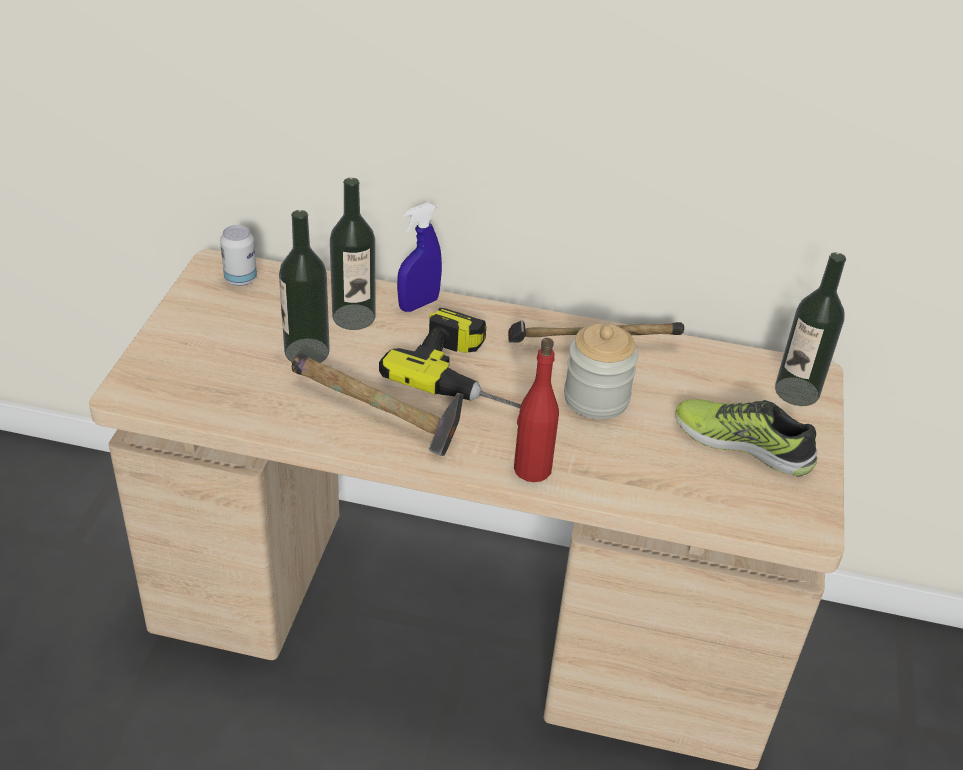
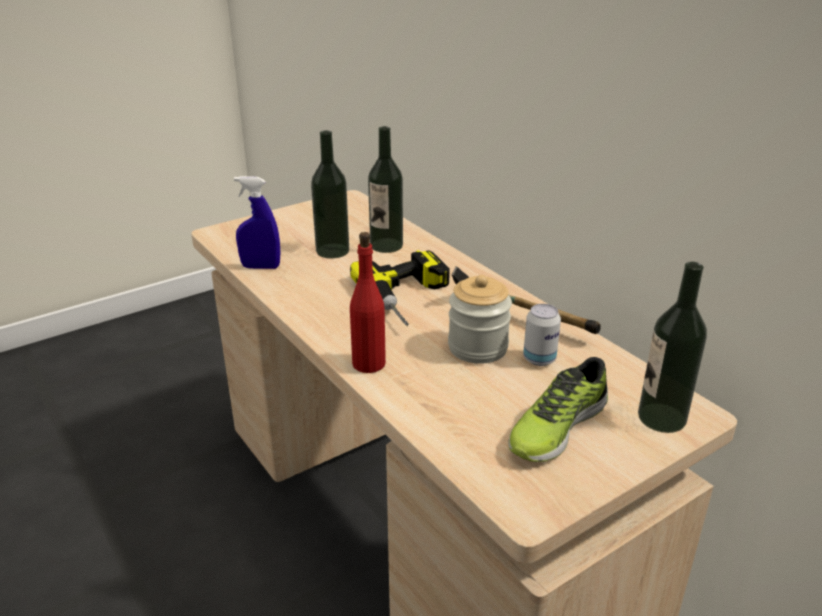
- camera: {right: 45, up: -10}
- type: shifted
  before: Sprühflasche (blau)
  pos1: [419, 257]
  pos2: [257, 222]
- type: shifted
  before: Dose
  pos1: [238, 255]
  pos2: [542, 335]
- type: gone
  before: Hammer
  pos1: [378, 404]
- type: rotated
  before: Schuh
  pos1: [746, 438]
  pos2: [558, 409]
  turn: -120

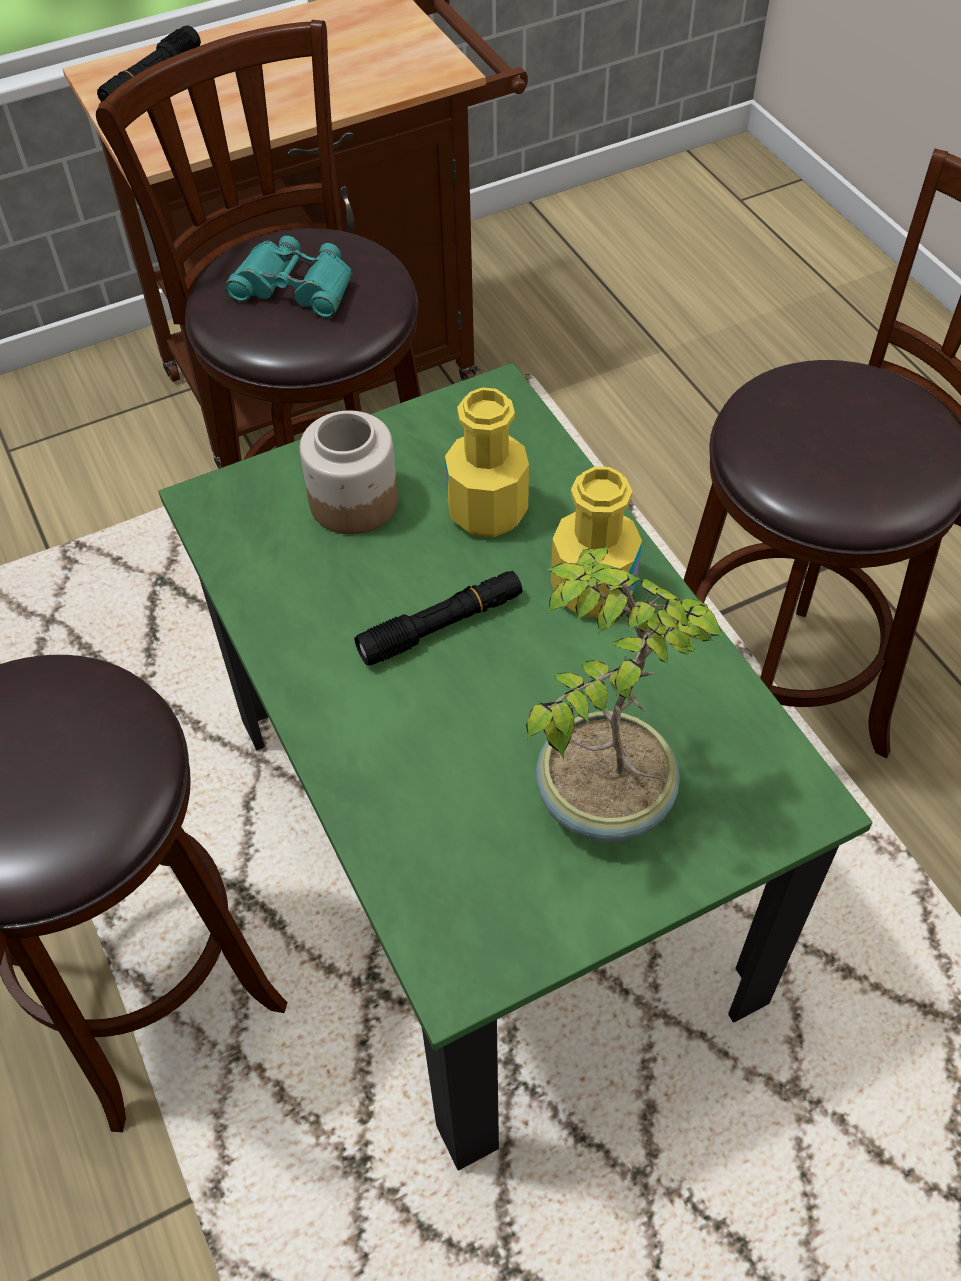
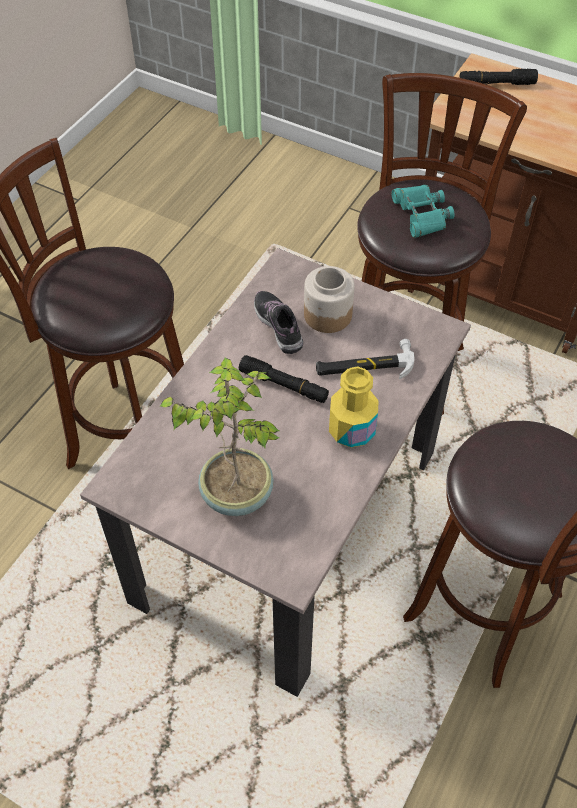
- camera: {right: 55, up: 0}
- type: repainted
  before: Esstisch (grün)
  after: Esstisch (beige)
  pos1: [516, 766]
  pos2: [275, 472]
- type: swapped
  before: Flasche (gelb)
  after: Hammer
  pos1: [487, 462]
  pos2: [365, 359]
- type: new
  after: Schuh
  pos2: [278, 322]

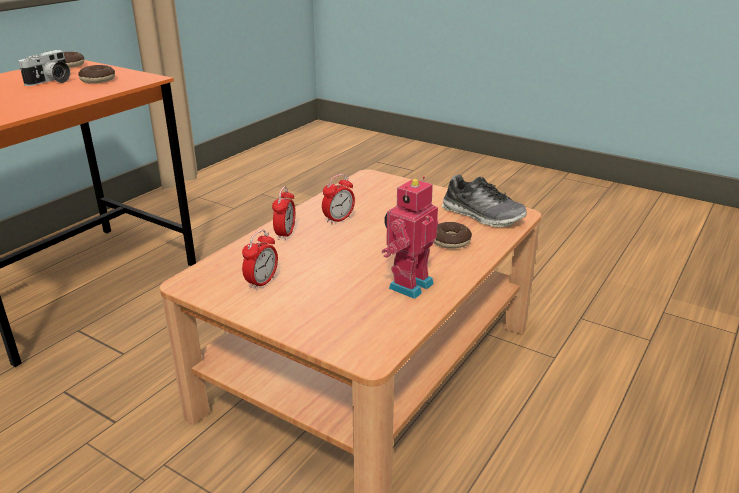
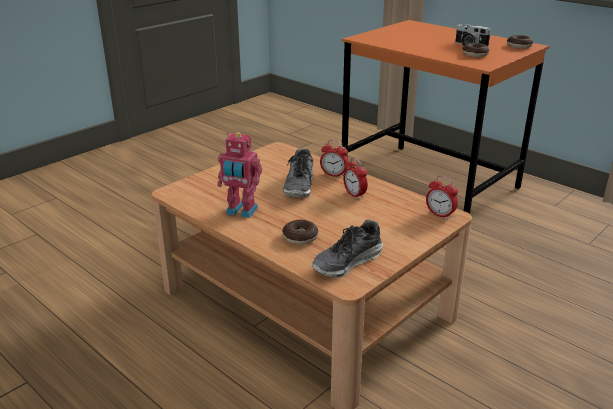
- camera: {right: 100, up: 0}
- type: rotated
  before: Spielzeugroboter
  pos1: [410, 237]
  pos2: [239, 175]
  turn: 150
- type: shifted
  before: Wecker
  pos1: [260, 260]
  pos2: [442, 197]
- type: new
  after: Schuh
  pos2: [298, 173]

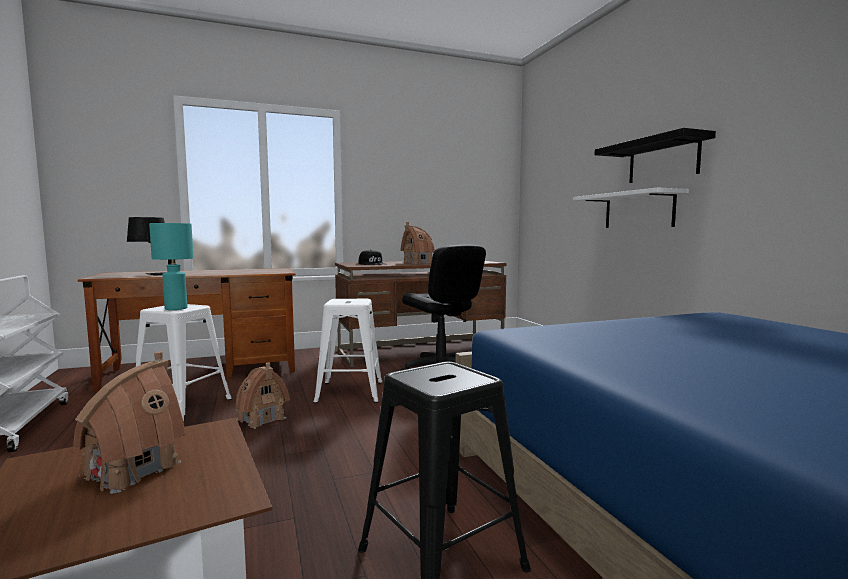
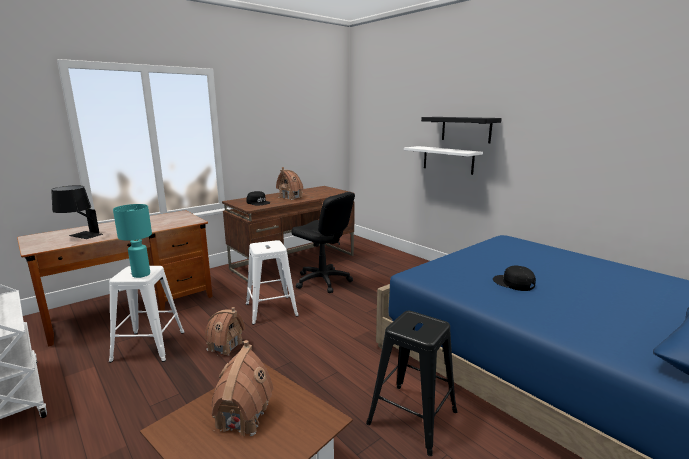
- camera: {right: -20, up: 10}
- type: new
  after: Kappe (schwarz)
  pos2: [514, 278]

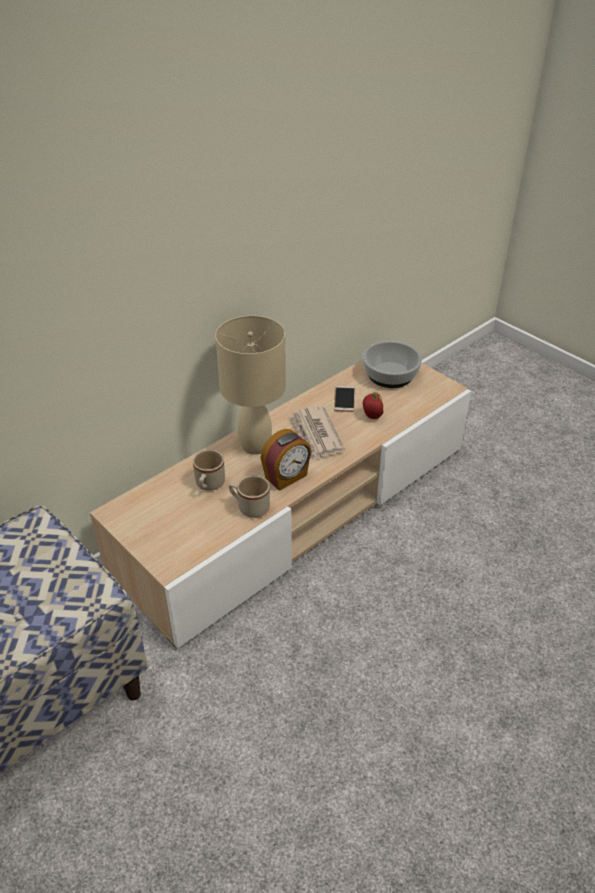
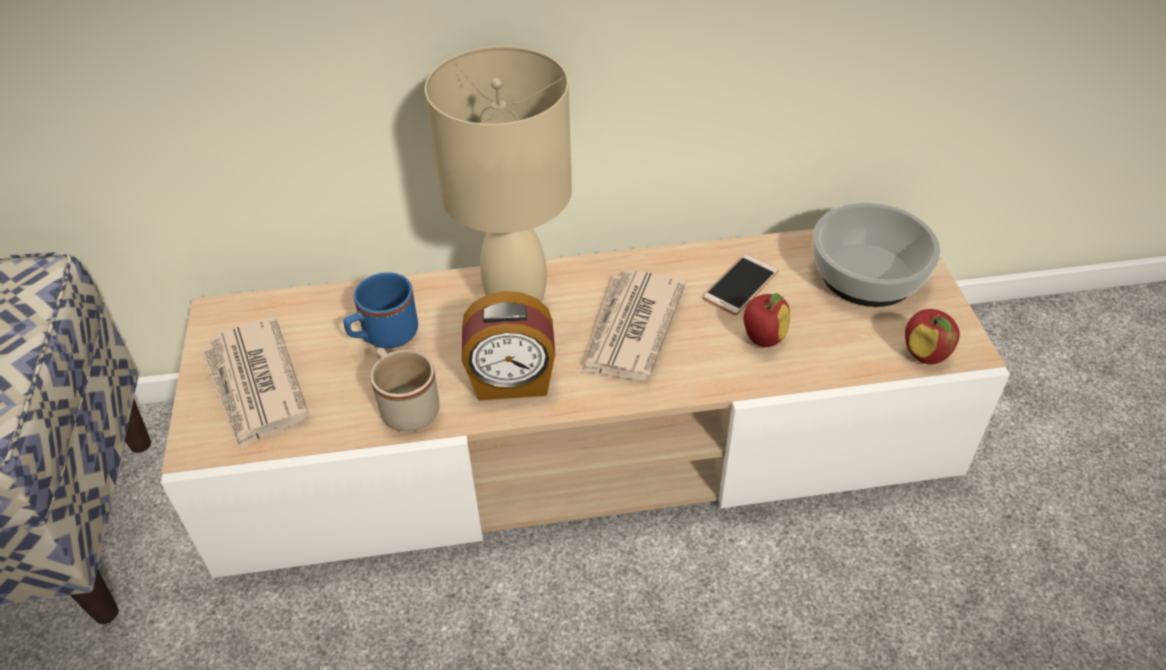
- camera: {right: 35, up: 5}
- type: repainted
  before: Henkelbecher (beige)
  after: Henkelbecher (blau)
  pos1: [209, 470]
  pos2: [380, 310]
- type: new
  after: Apfel
  pos2: [932, 336]
- type: new
  after: Zeitung
  pos2: [255, 383]

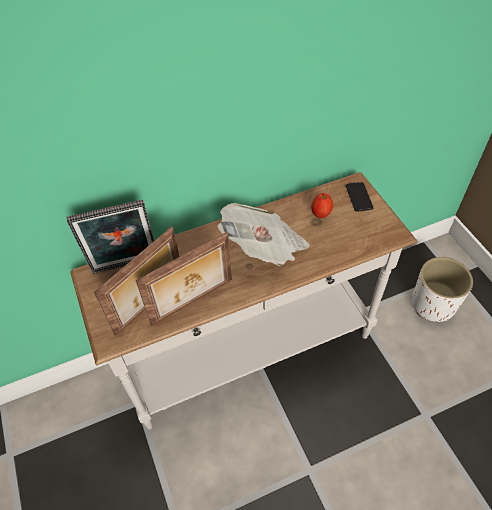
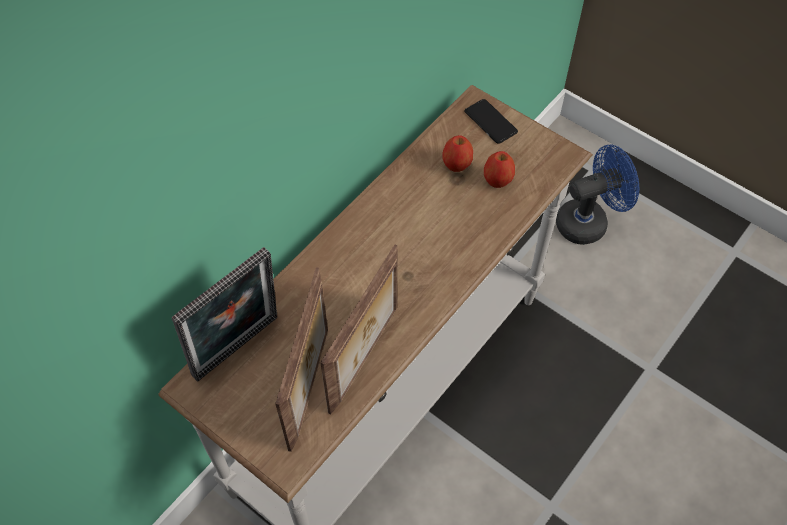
- camera: {right: -30, up: 5}
- type: gone
  before: Zeitung
  pos1: [263, 234]
- type: swapped
  before: Pflanzkübel (weiß)
  after: Ventilator (blau)
  pos1: [442, 289]
  pos2: [597, 194]
- type: new
  after: Apfel
  pos2: [499, 169]

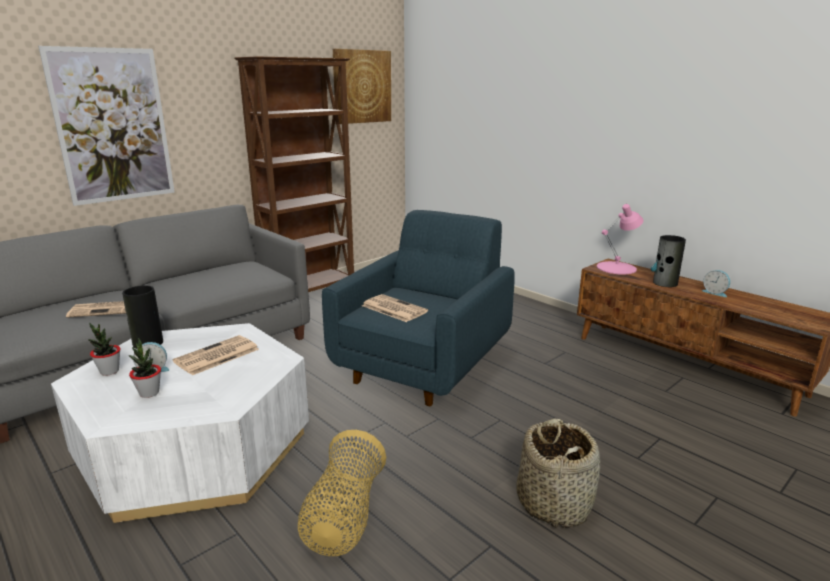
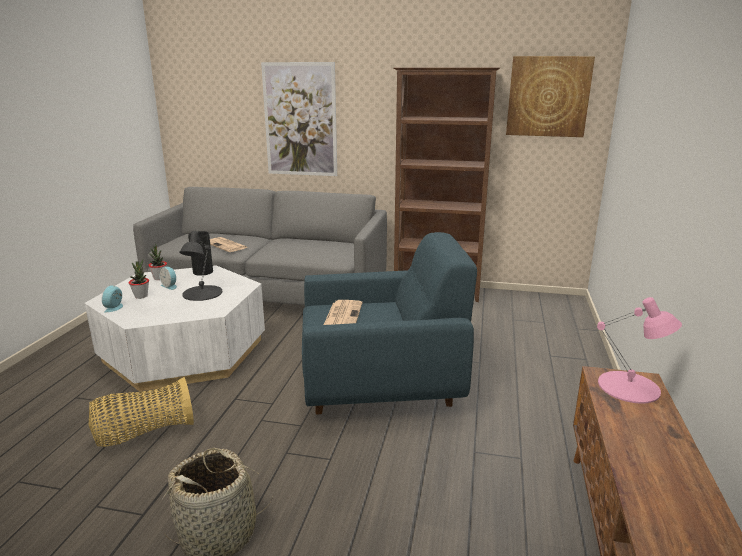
- camera: {right: 55, up: 0}
- type: gone
  before: Vase
  pos1: [668, 261]
- type: shifted
  before: Wecker
  pos1: [716, 283]
  pos2: [112, 298]
- type: swapped
  before: Zeitung
  after: Tischlampe (schwarz)
  pos1: [216, 355]
  pos2: [200, 266]

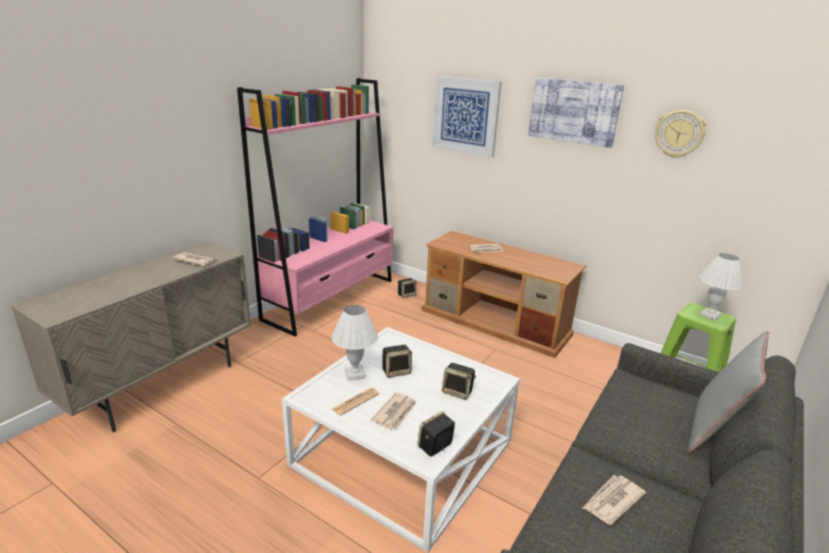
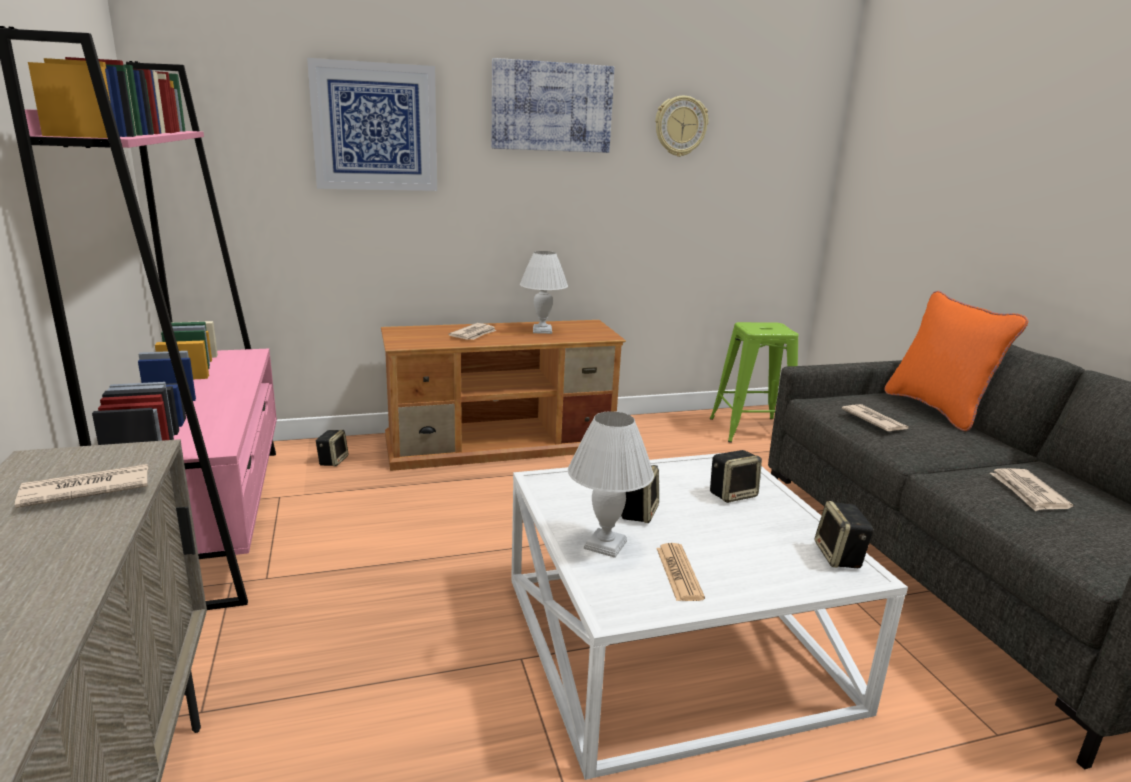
- camera: {right: -50, up: -5}
- type: shifted
  before: Tischlampe (weiß)
  pos1: [721, 287]
  pos2: [544, 292]
- type: repainted
  before: Kissen (grau)
  after: Kissen (orange)
  pos1: [728, 392]
  pos2: [956, 361]
- type: shifted
  before: Zeitung
  pos1: [394, 410]
  pos2: [875, 417]

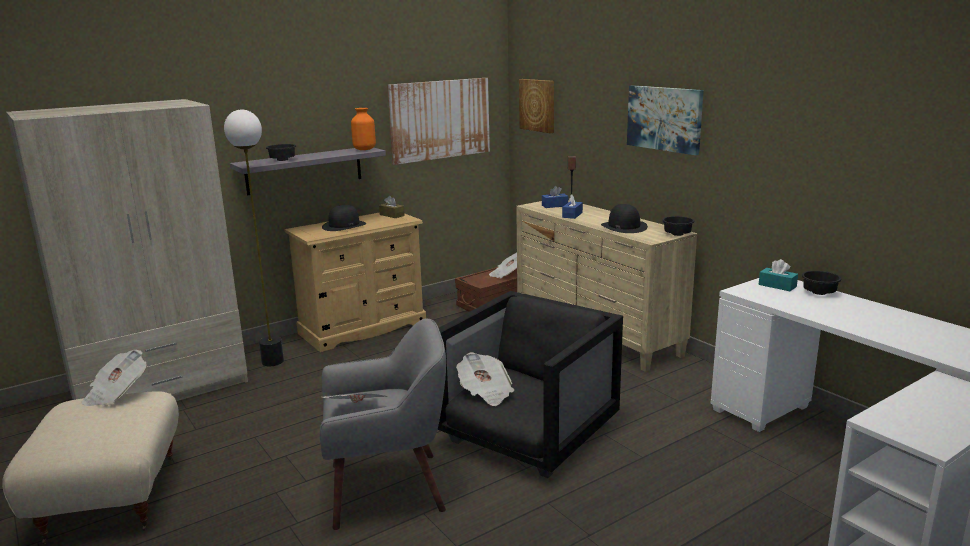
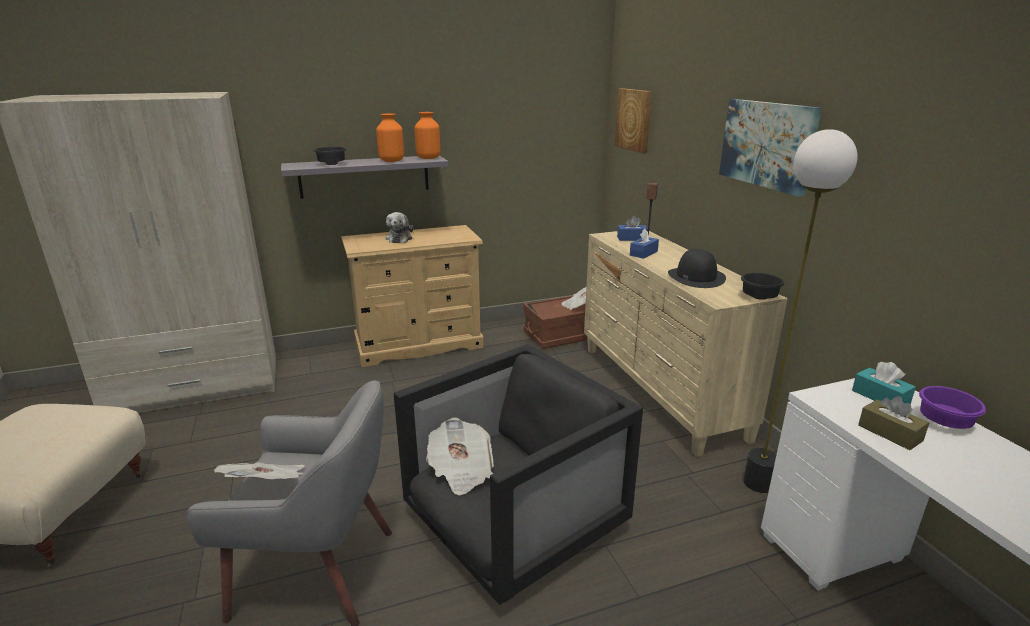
- camera: {right: 15, up: 5}
- type: gone
  before: Bild
  pos1: [438, 121]
- type: shifted
  before: Stehlampe
  pos1: [254, 237]
  pos2: [800, 311]
- type: shifted
  before: Taschentuchbox (braun)
  pos1: [392, 207]
  pos2: [893, 423]
- type: swapped
  before: Hut (schwarz)
  after: Plüschtier
  pos1: [344, 218]
  pos2: [399, 227]
- type: repainted
  before: Schüssel (schwarz)
  after: Schüssel (lila)
  pos1: [821, 283]
  pos2: [952, 407]
- type: gone
  before: Zeitung
  pos1: [113, 378]
- type: new
  after: Vase (orange)
  pos2: [390, 138]

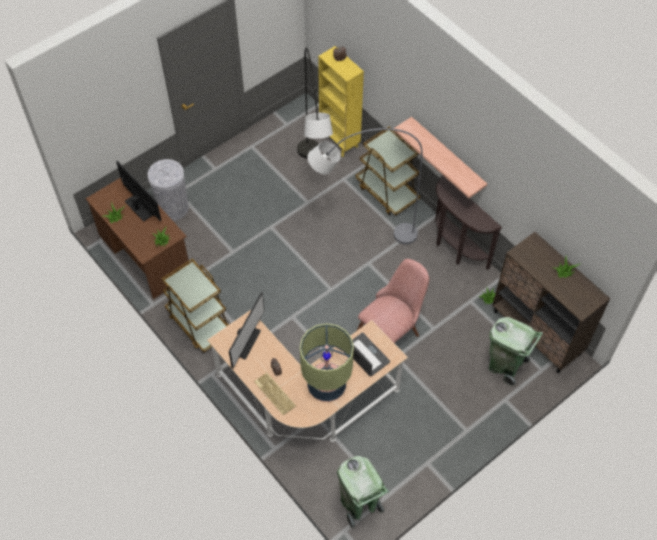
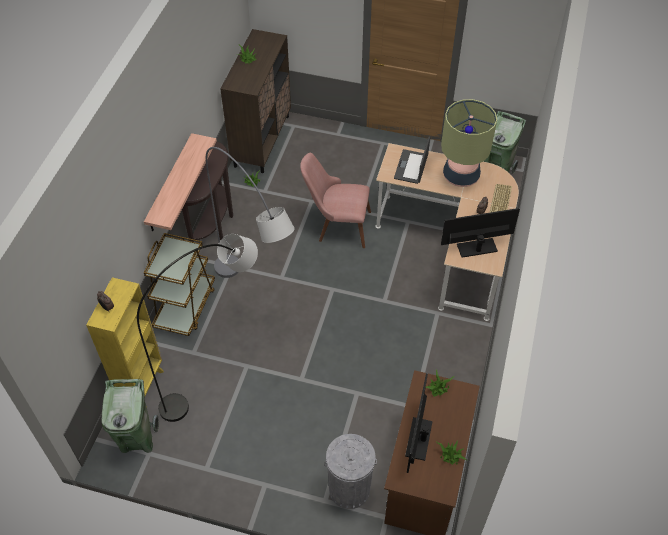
- camera: {right: -125, up: -5}
- type: gone
  before: Rollwagen (braun)
  pos1: [195, 306]
- type: shifted
  before: Mülleimer (grün)
  pos1: [516, 351]
  pos2: [130, 416]

